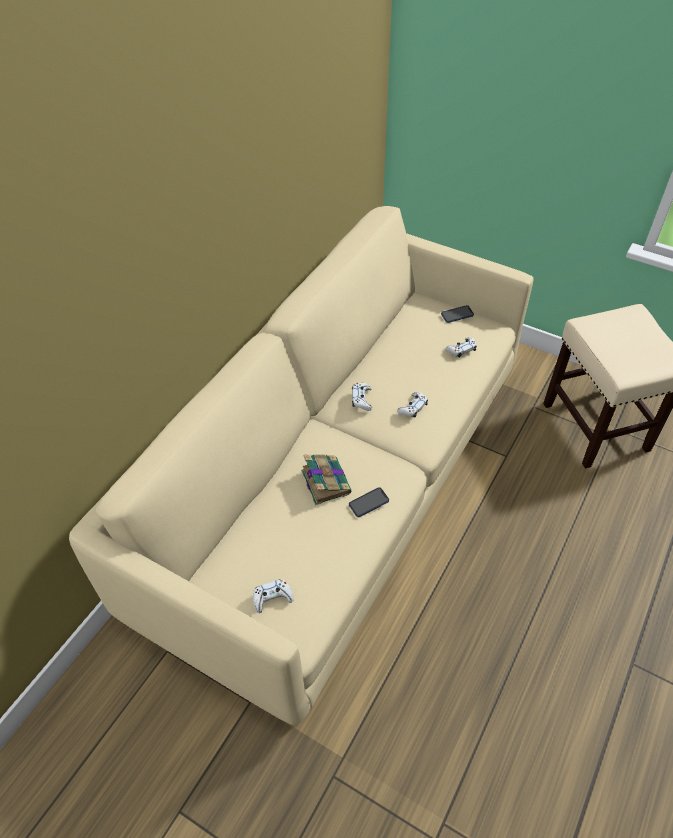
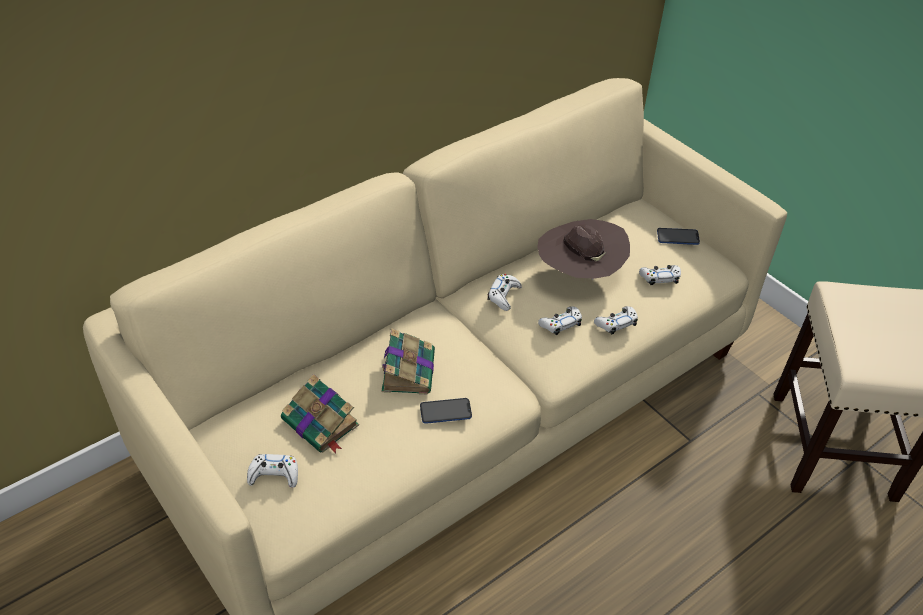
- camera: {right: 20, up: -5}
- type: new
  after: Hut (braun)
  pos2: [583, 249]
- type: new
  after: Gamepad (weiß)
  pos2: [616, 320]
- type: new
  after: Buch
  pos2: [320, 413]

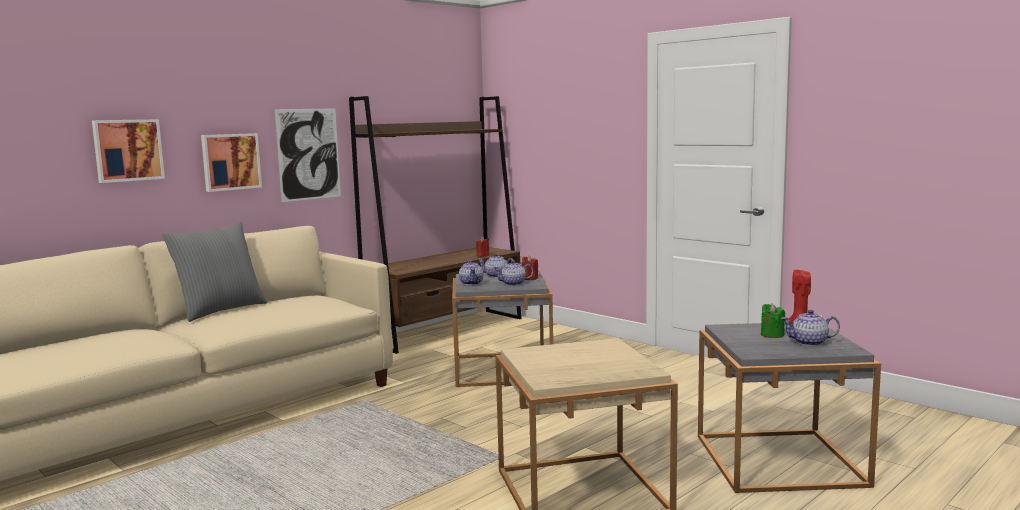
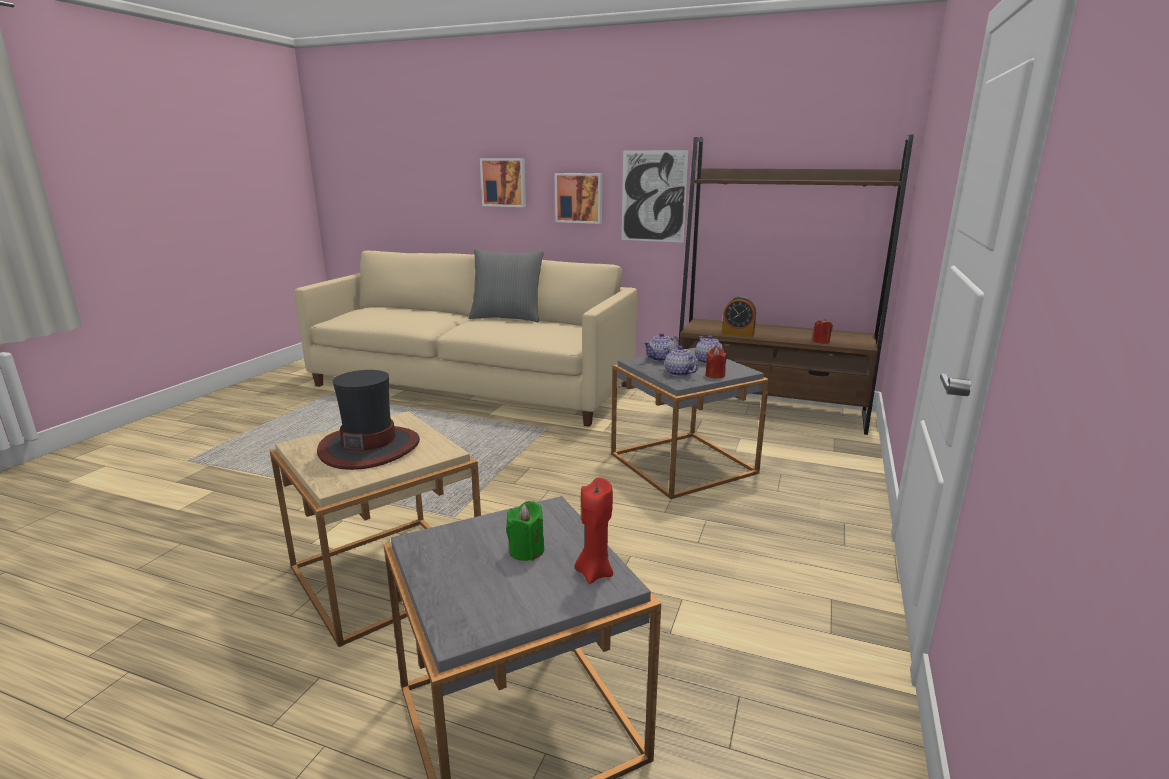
- camera: {right: 65, up: 10}
- type: gone
  before: Teekanne
  pos1: [810, 328]
- type: new
  after: Wecker
  pos2: [739, 316]
- type: new
  after: Hut
  pos2: [368, 420]

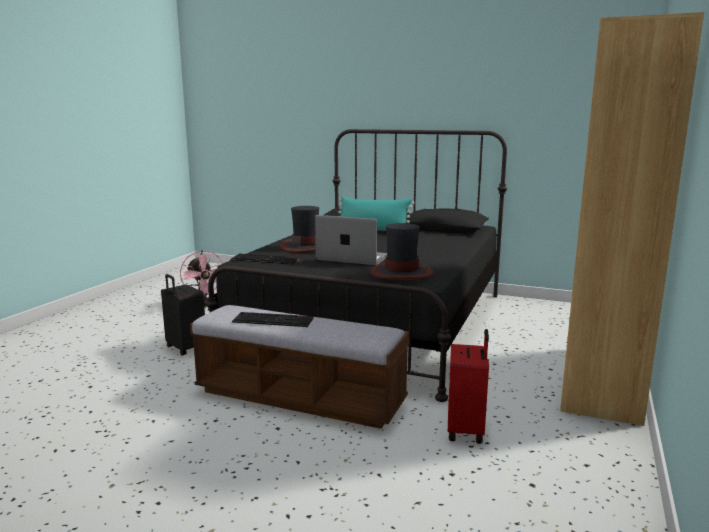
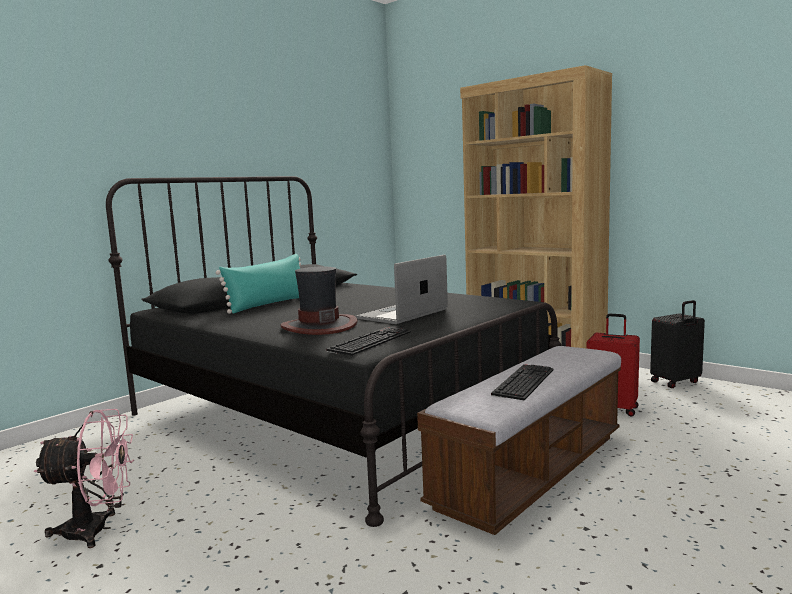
- camera: {right: -70, up: -5}
- type: gone
  before: Hut
  pos1: [401, 251]
- type: shifted
  before: Koffer (schwarz)
  pos1: [183, 315]
  pos2: [677, 344]

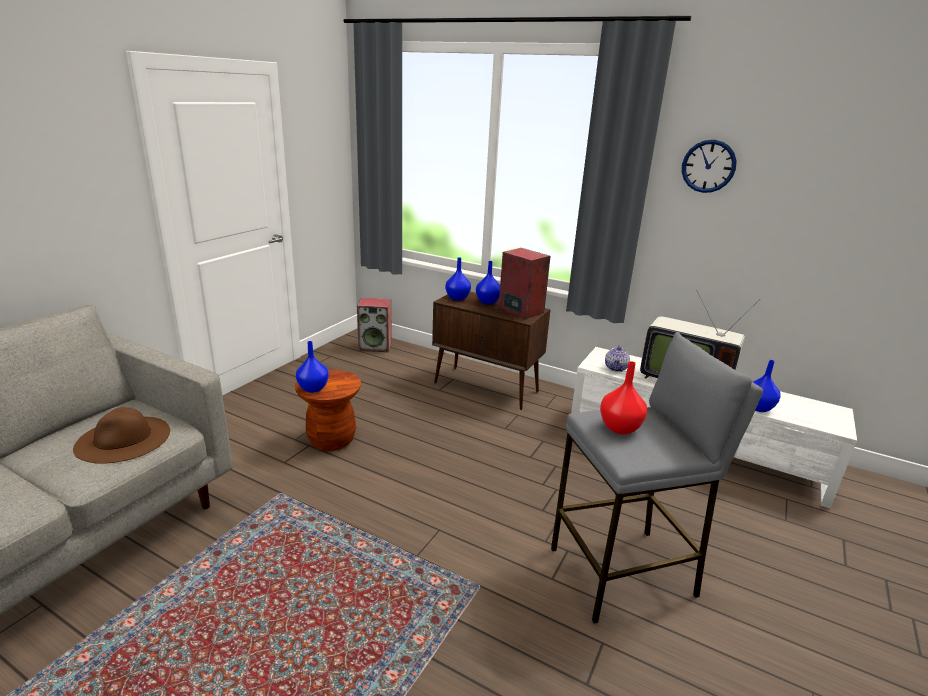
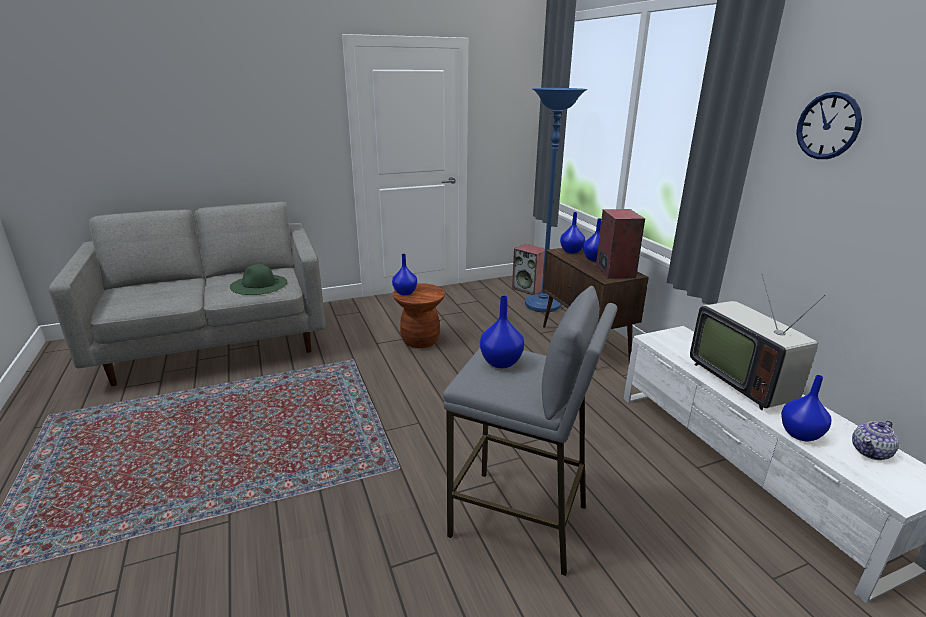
- camera: {right: 40, up: 0}
- type: shifted
  before: Teekanne
  pos1: [617, 358]
  pos2: [875, 440]
- type: repainted
  before: Vase (rot)
  after: Vase (blau)
  pos1: [623, 398]
  pos2: [502, 332]
- type: repainted
  before: Hut (braun)
  after: Hut (grün)
  pos1: [121, 435]
  pos2: [258, 279]
- type: new
  after: Stehlampe (blau)
  pos2: [556, 200]

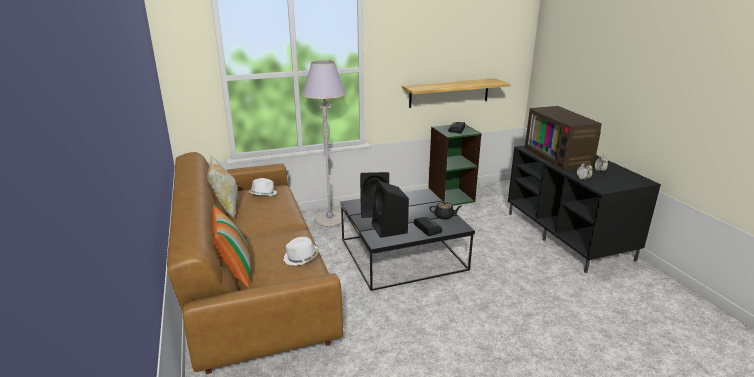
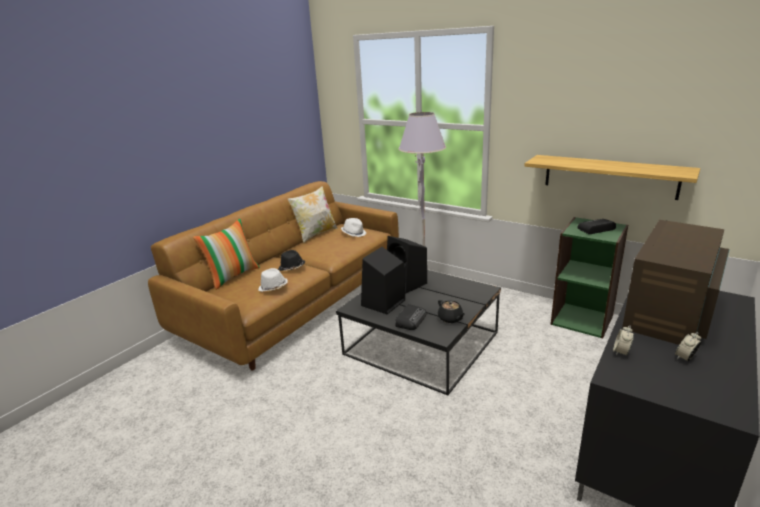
- camera: {right: 55, up: 0}
- type: new
  after: Hut (schwarz)
  pos2: [291, 260]

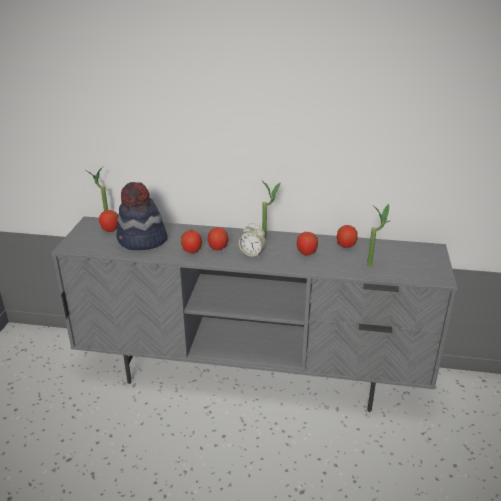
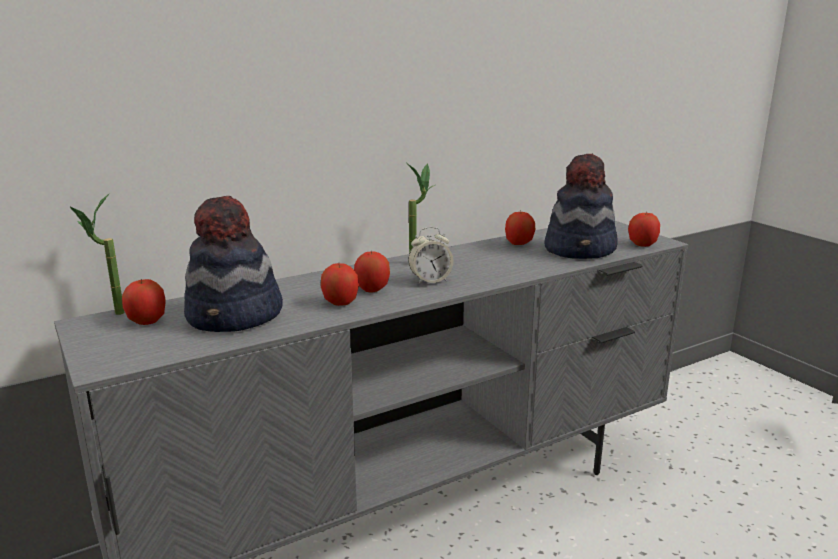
- camera: {right: -40, up: -10}
- type: swapped
  before: Topfpflanze
  after: Hut
  pos1: [378, 235]
  pos2: [580, 206]
- type: shifted
  before: Apfel
  pos1: [307, 244]
  pos2: [644, 229]

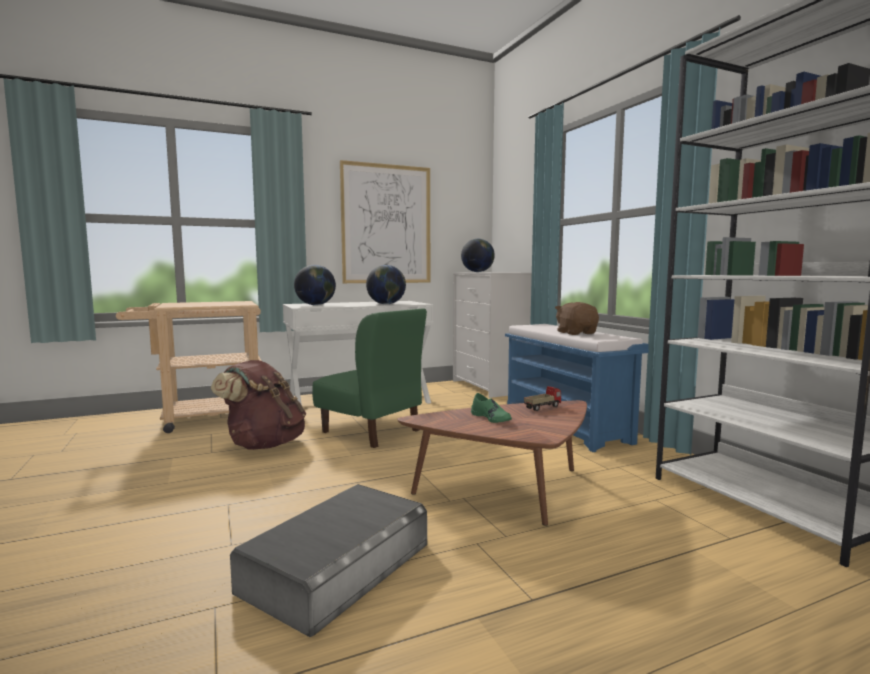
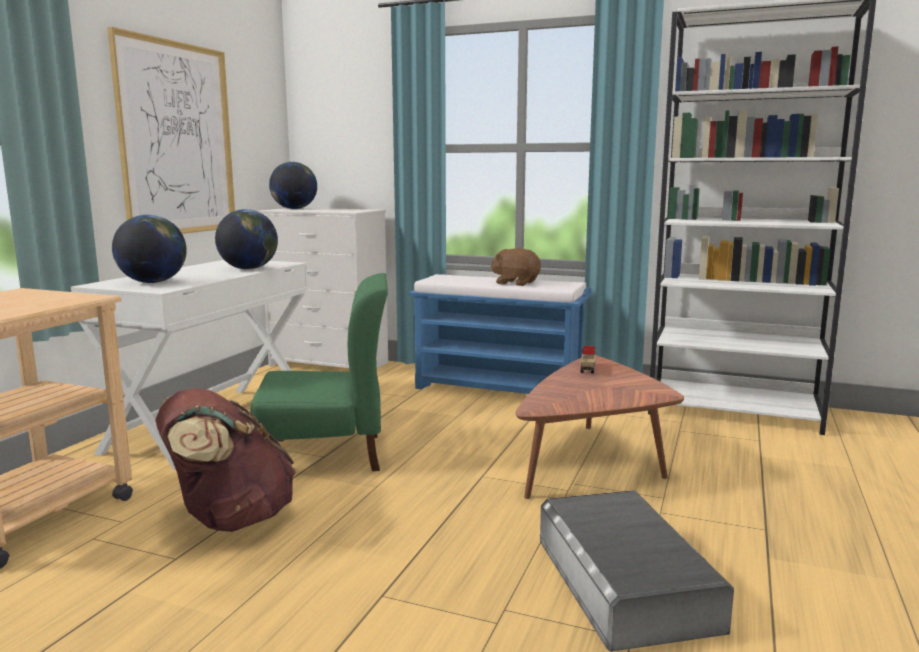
- camera: {right: -45, up: 5}
- type: gone
  before: Schuh (grün)
  pos1: [491, 408]

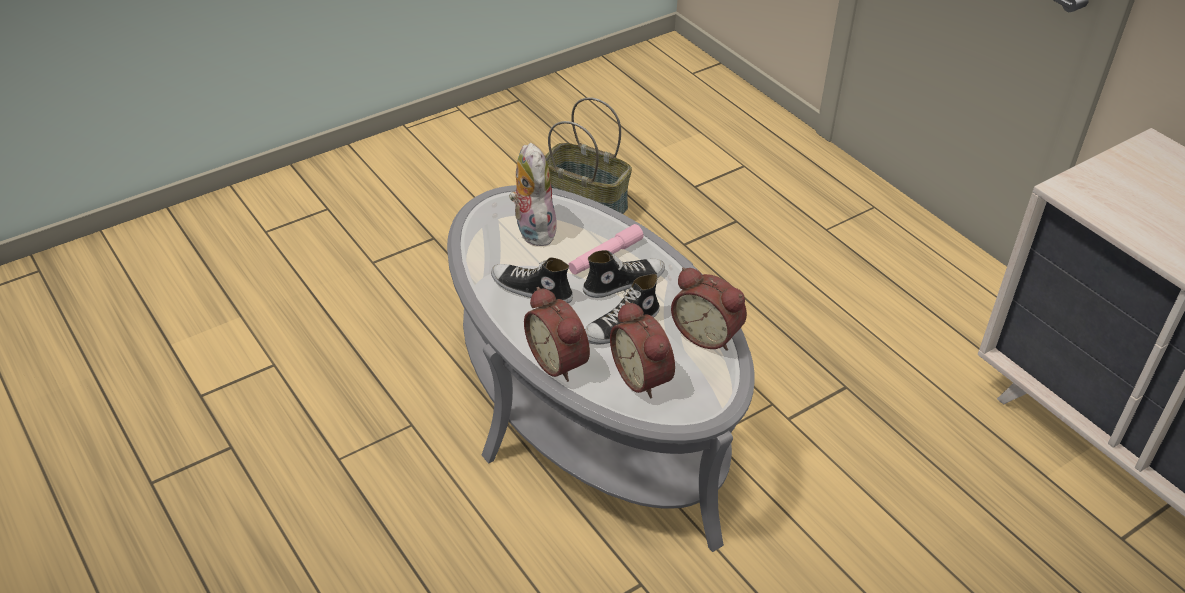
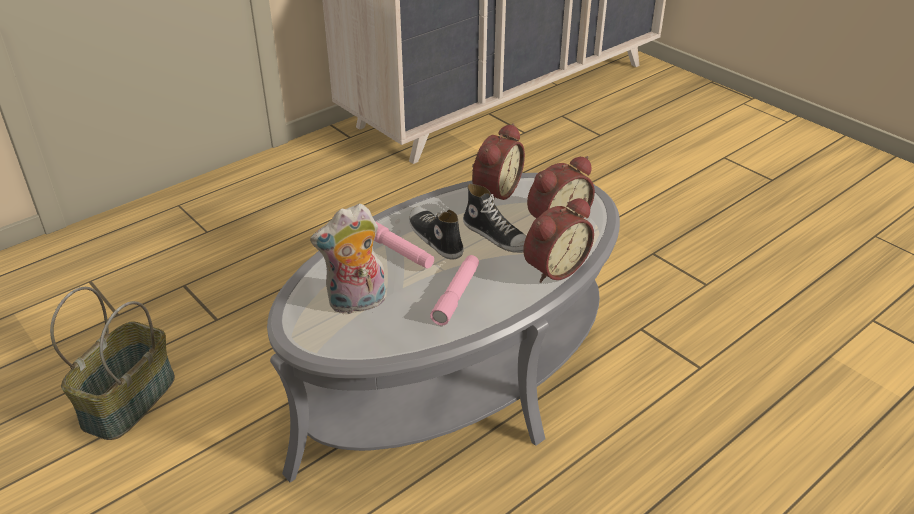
- camera: {right: -95, up: -5}
- type: swapped
  before: Schuh
  after: Taschenlampe (rosa)
  pos1: [532, 280]
  pos2: [454, 290]

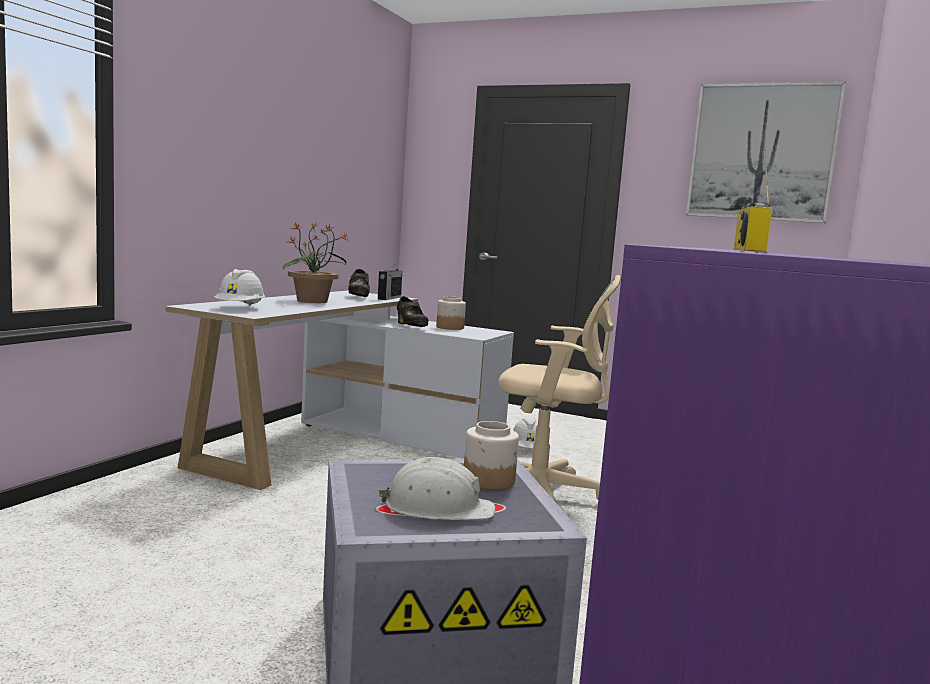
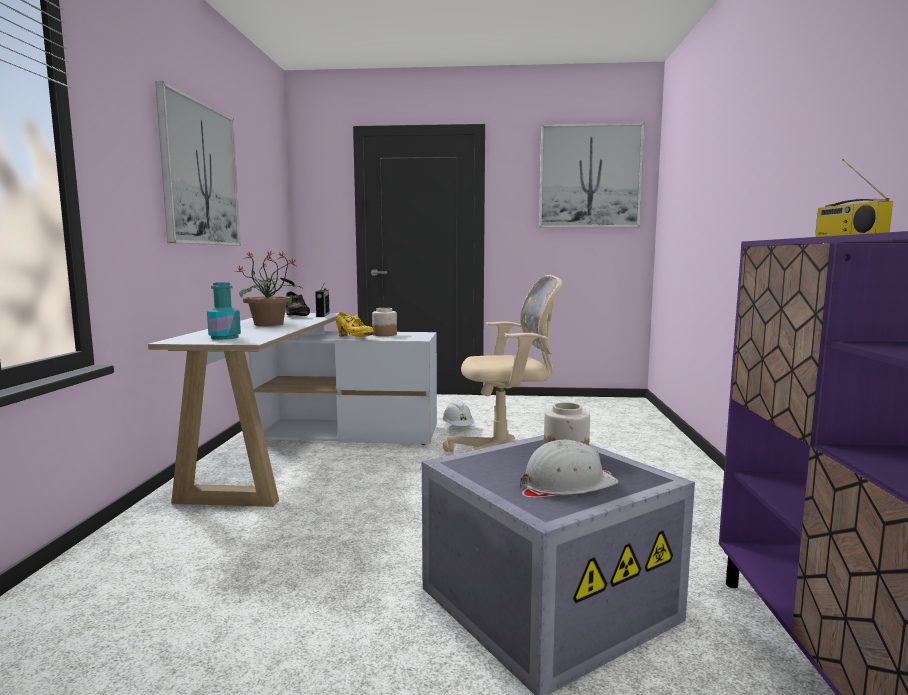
- camera: {right: -20, up: 0}
- type: swapped
  before: Schutzhelm (weiß)
  after: Flasche (türkis)
  pos1: [239, 287]
  pos2: [224, 311]
- type: repainted
  before: Schuh (schwarz)
  after: Schuh (gelb)
  pos1: [413, 311]
  pos2: [355, 324]
- type: new
  after: Bild
  pos2: [198, 163]

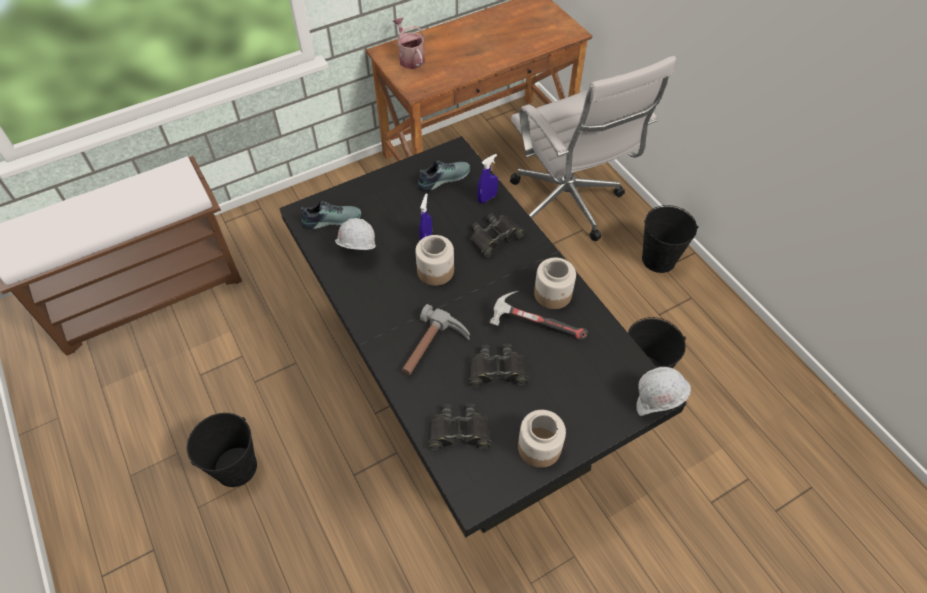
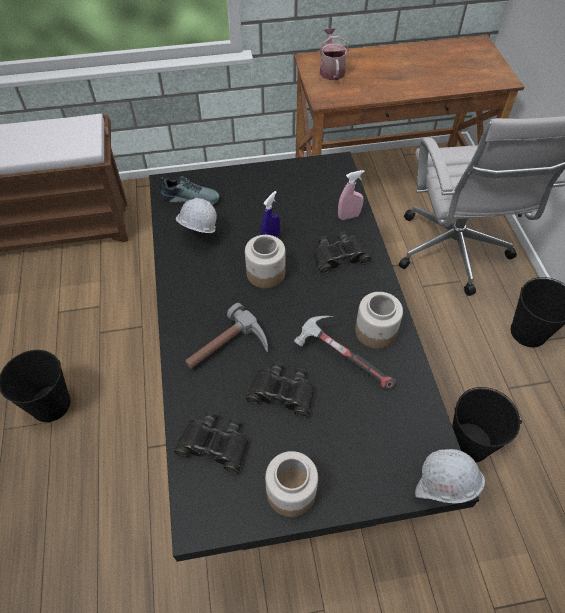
- camera: {right: 20, up: 0}
- type: repainted
  before: Sprühflasche (blau)
  after: Sprühflasche (rosa)
  pos1: [487, 178]
  pos2: [351, 195]
- type: gone
  before: Schuh
  pos1: [443, 176]

